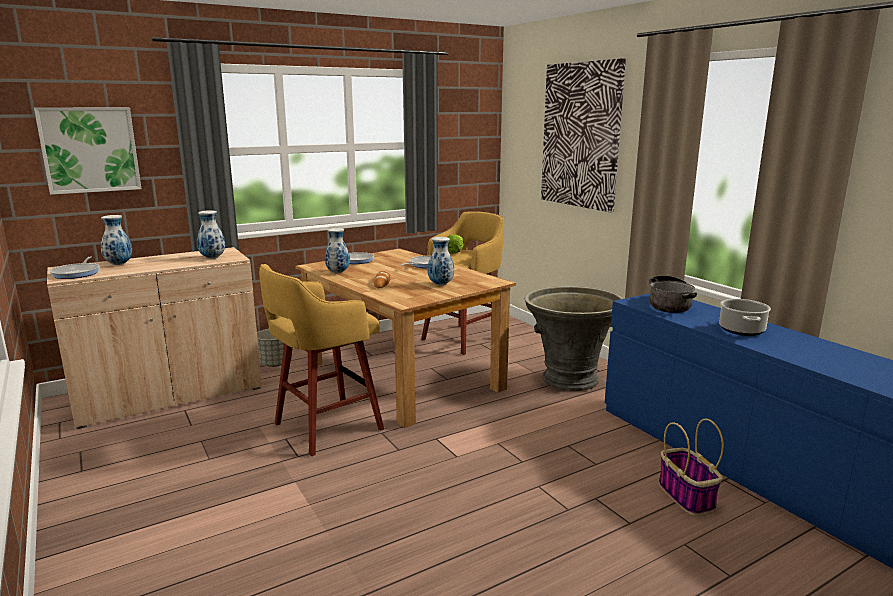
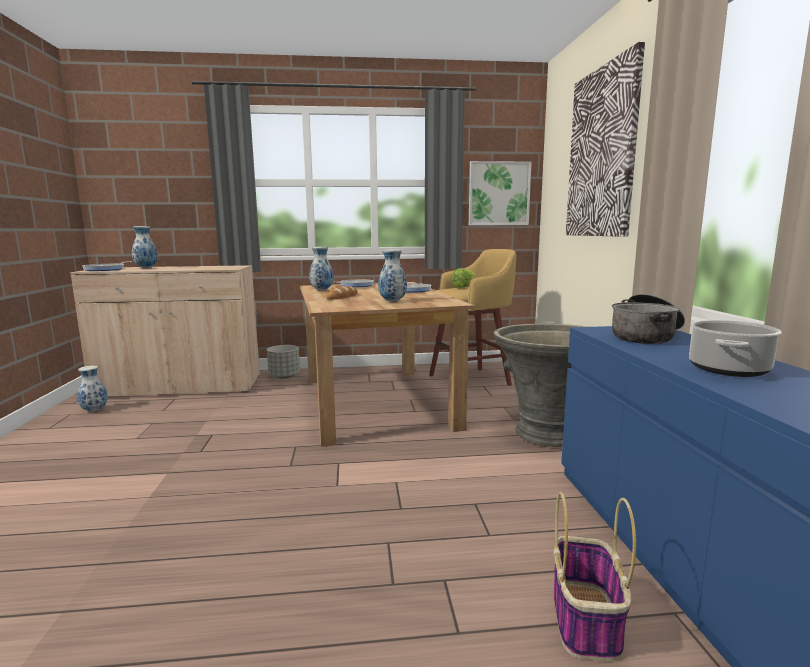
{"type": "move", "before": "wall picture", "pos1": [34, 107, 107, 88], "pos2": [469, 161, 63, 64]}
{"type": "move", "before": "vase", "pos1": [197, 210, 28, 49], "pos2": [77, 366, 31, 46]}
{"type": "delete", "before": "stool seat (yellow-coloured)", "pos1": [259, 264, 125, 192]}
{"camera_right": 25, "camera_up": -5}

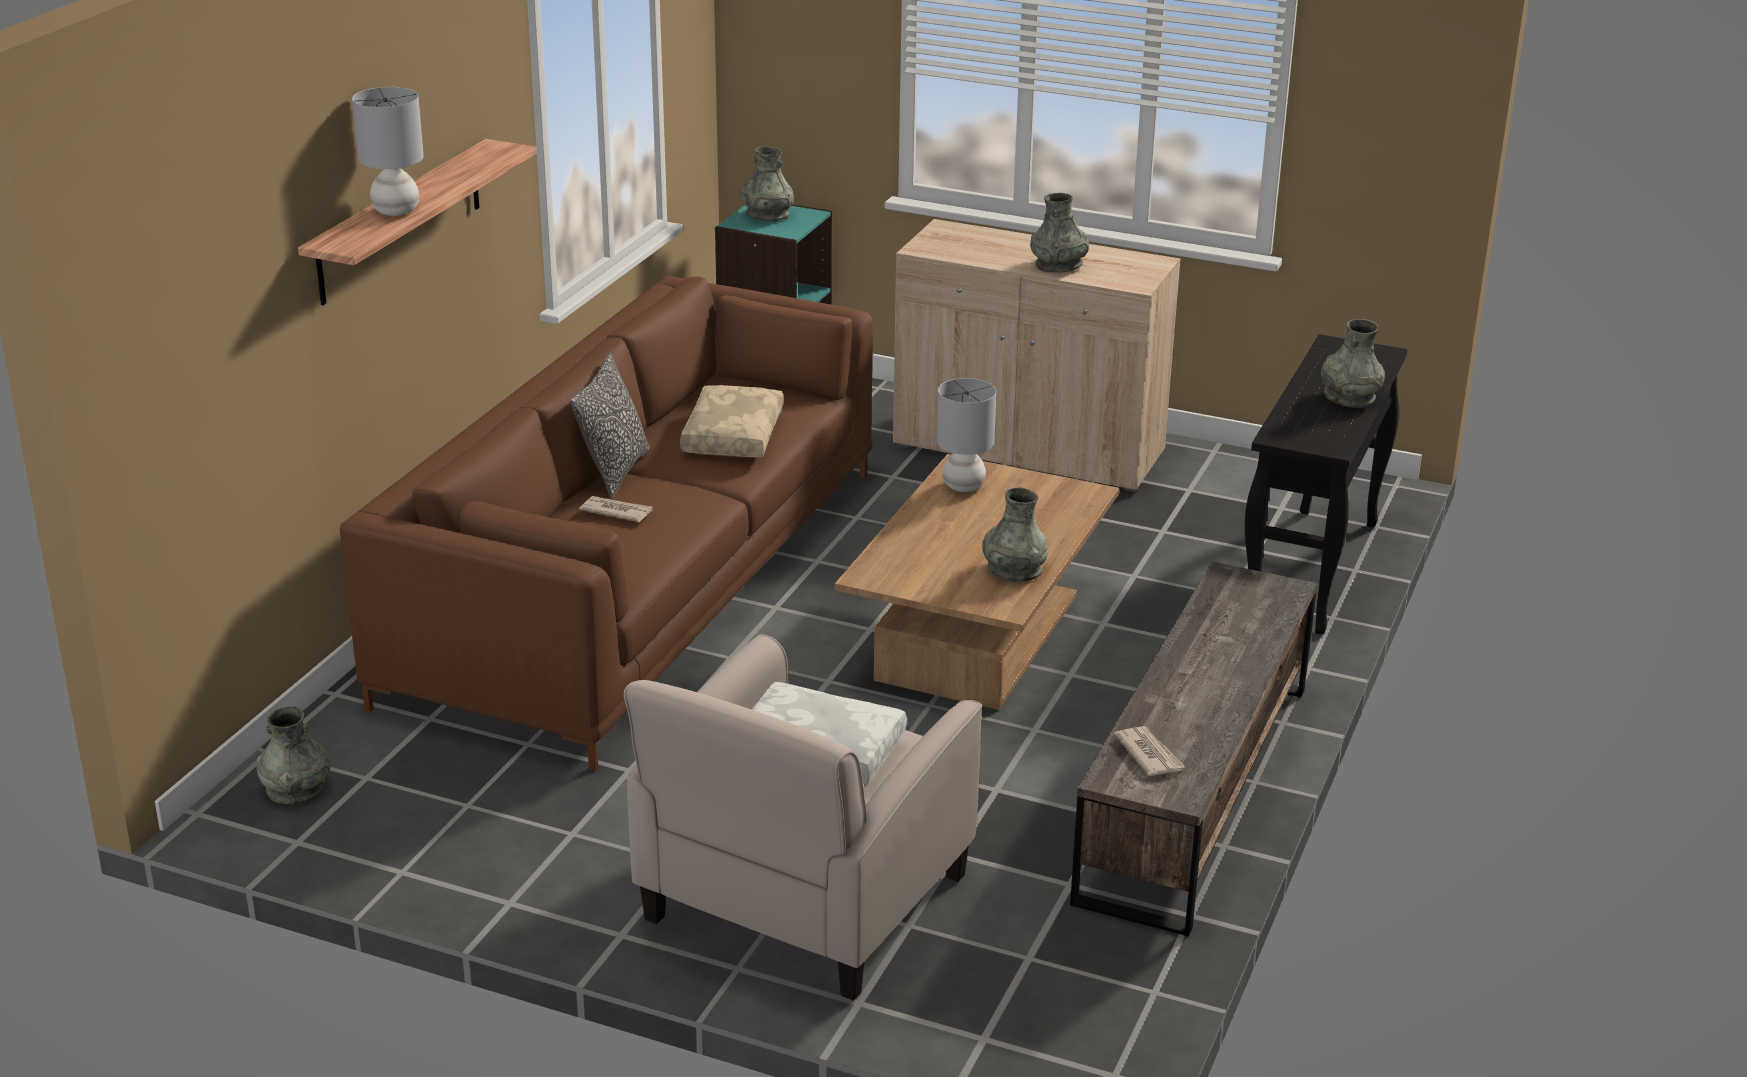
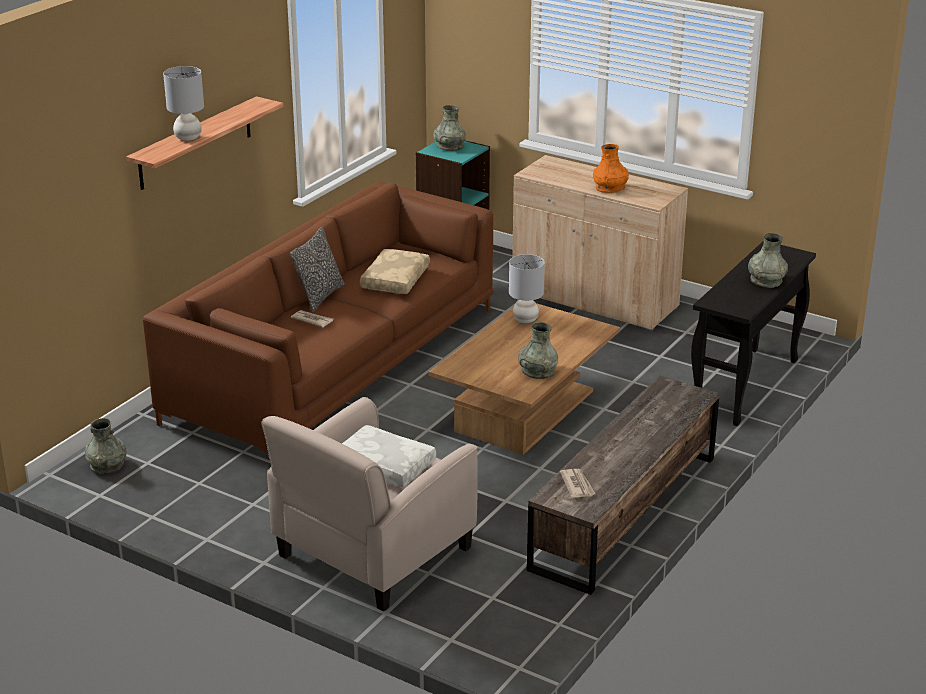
{"type": "recolor", "before": "vase (greyish)", "after": "vase (orange)", "pos1": [1030, 193, 59, 80], "pos2": [593, 144, 36, 49]}
{"camera_right": 10, "camera_up": 0}

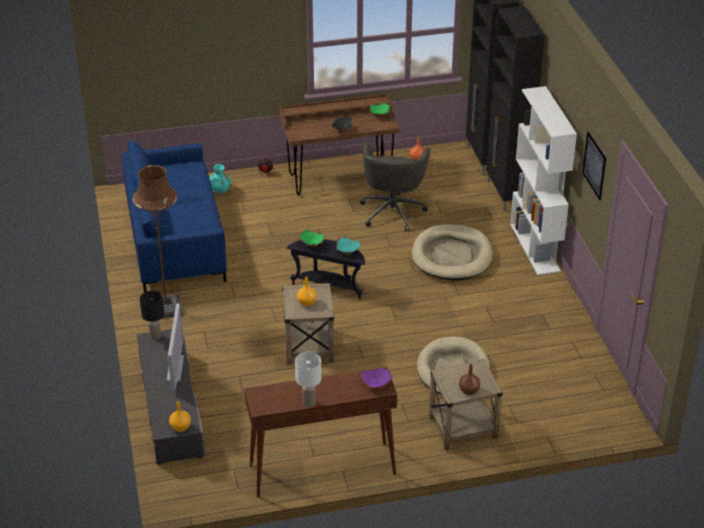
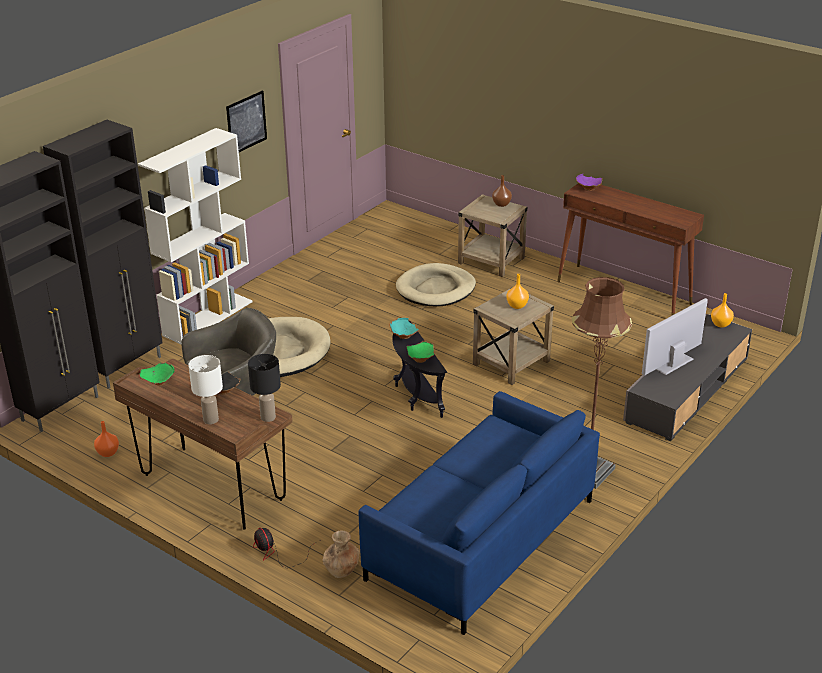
{"type": "move", "before": "table lamp (black-coloured)", "pos1": [140, 291, 24, 49], "pos2": [248, 354, 33, 68]}
{"type": "recolor", "before": "vase (turquoise-coloured)", "after": "vase (brown)", "pos1": [209, 164, 22, 29], "pos2": [322, 530, 38, 48]}
{"type": "move", "before": "table lamp (whitish)", "pos1": [295, 352, 26, 55], "pos2": [188, 355, 35, 69]}
{"camera_right": -130, "camera_up": -5}

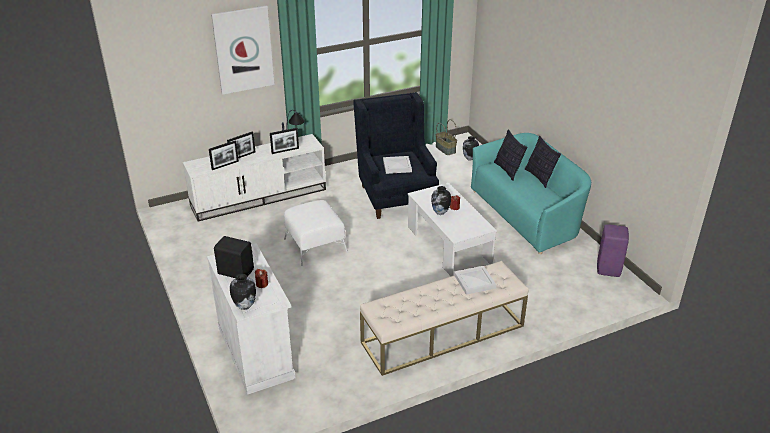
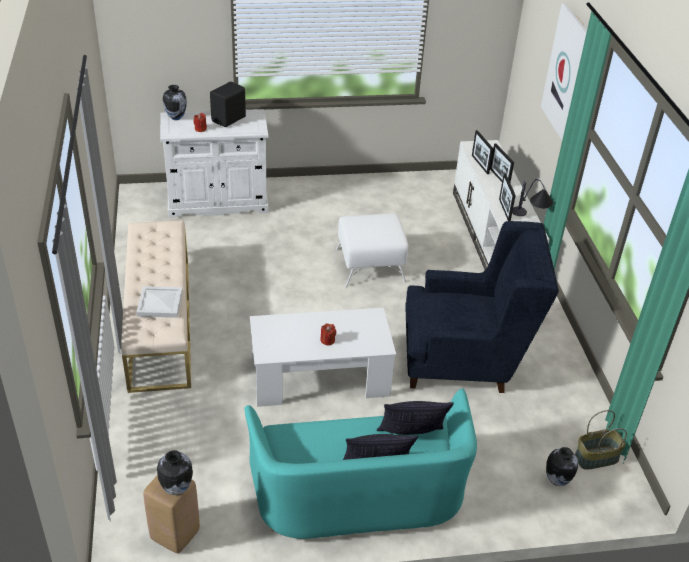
{"type": "delete", "before": "serving tray (whitish)", "pos1": [383, 156, 29, 18]}
{"type": "move", "before": "vase", "pos1": [431, 186, 20, 29], "pos2": [157, 450, 36, 45]}
{"type": "recolor", "before": "stool seat (purple-coloured)", "after": "stool seat (sand-coloured)", "pos1": [597, 224, 32, 53], "pos2": [143, 475, 57, 78]}
{"camera_right": 105, "camera_up": 5}

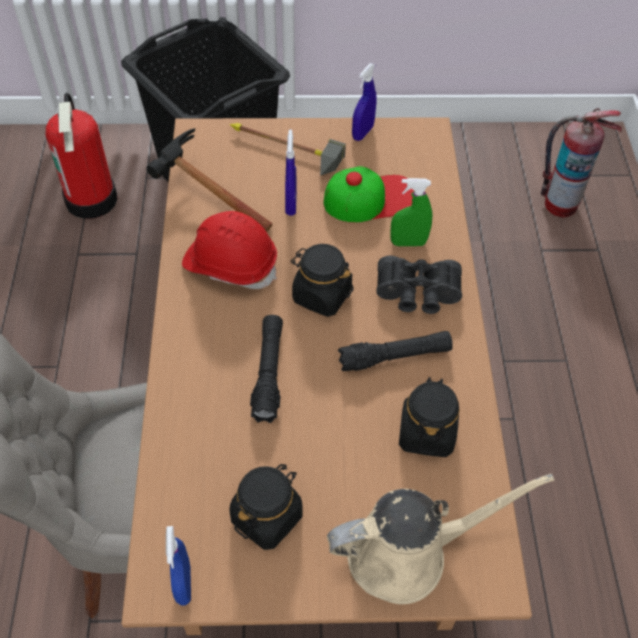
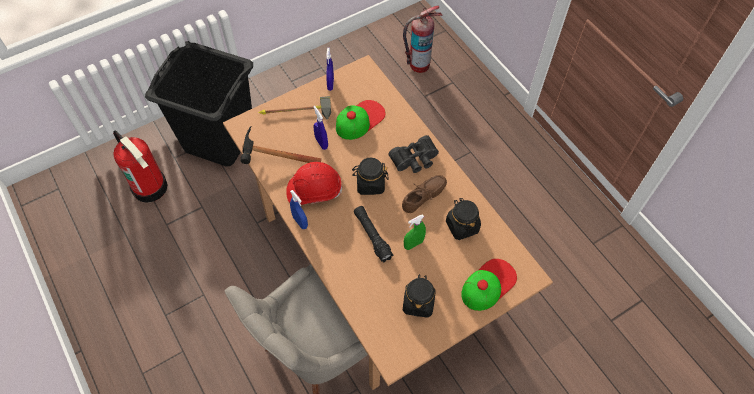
{"type": "move", "before": "spray bottle (bluish)", "pos1": [166, 526, 25, 80], "pos2": [290, 190, 18, 39]}
{"type": "replace", "before": "sprinkling can (sand-coloured)", "after": "cap", "pos1": [327, 474, 228, 130], "pos2": [461, 259, 56, 52]}
{"type": "replace", "before": "flashlight (black-coloured)", "after": "shoe (brown)", "pos1": [338, 331, 115, 40], "pos2": [402, 175, 45, 38]}
{"type": "move", "before": "spray bottle (green)", "pos1": [390, 178, 42, 68], "pos2": [404, 214, 22, 36]}
{"camera_right": -30, "camera_up": 5}

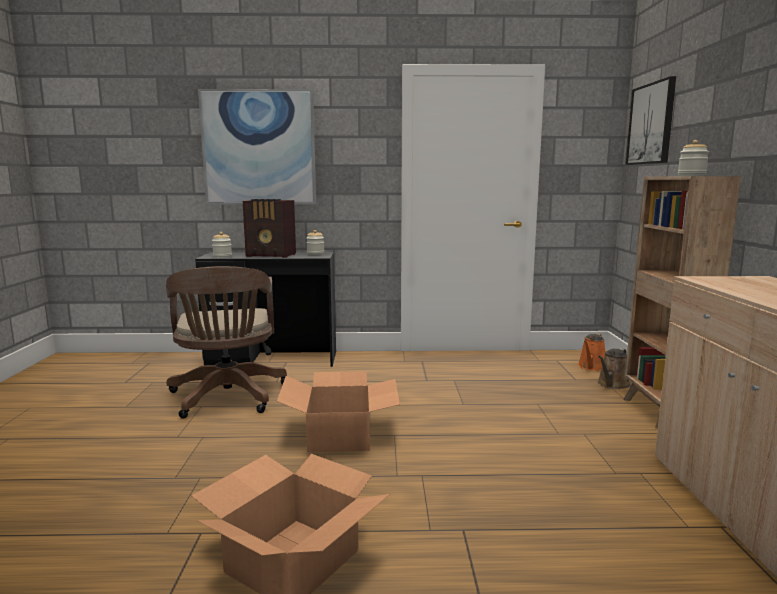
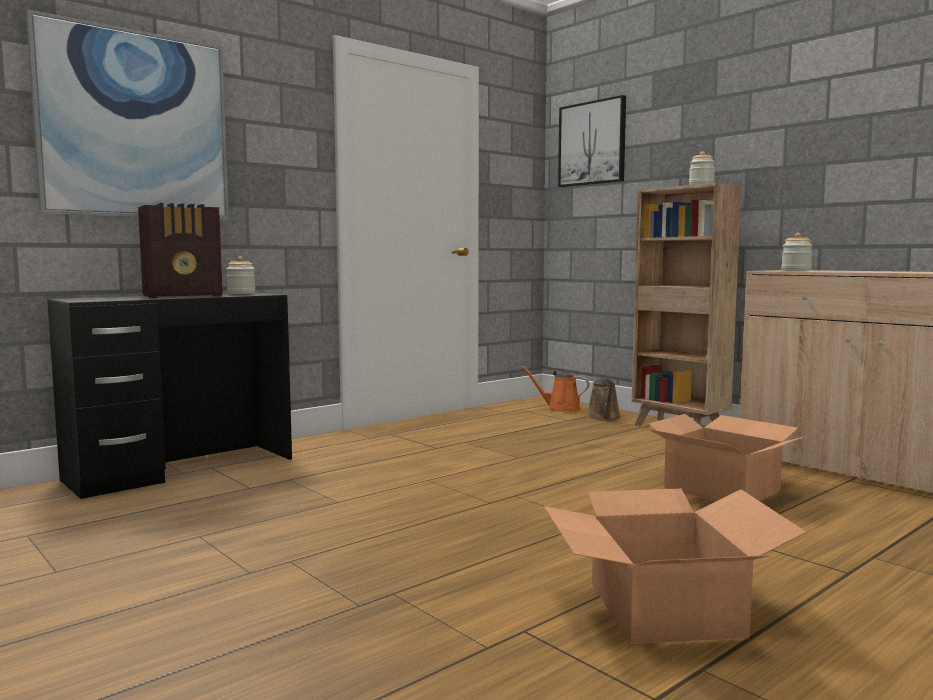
{"type": "delete", "before": "computer chair (brown)", "pos1": [166, 266, 121, 153]}
{"type": "move", "before": "jar", "pos1": [212, 232, 20, 26], "pos2": [781, 233, 32, 38]}
{"type": "move", "before": "packing box", "pos1": [277, 371, 123, 81], "pos2": [648, 414, 158, 87]}
{"type": "rotate", "before": "sprinkling can (orange)", "pos1": [578, 333, 27, 38], "pos2": [521, 366, 69, 46], "turn": 120}
{"camera_right": -40, "camera_up": -5}

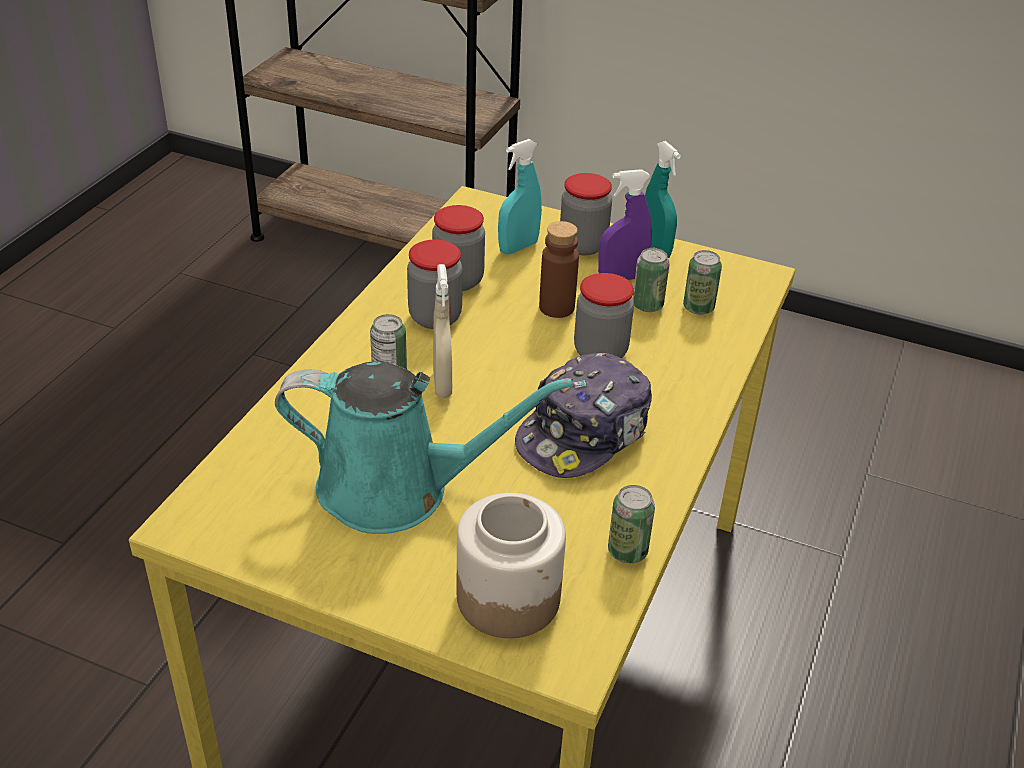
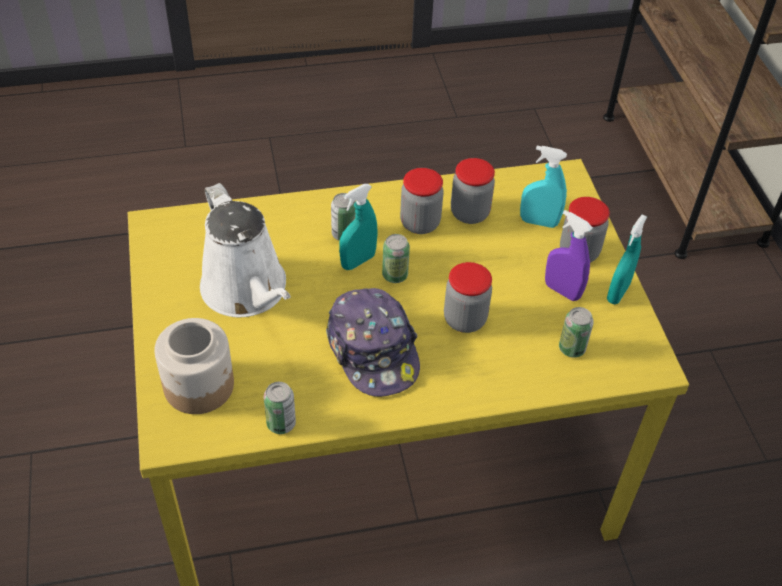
{"type": "recolor", "before": "sprinkling can (turquoise-coloured)", "after": "sprinkling can (whitish)", "pos1": [275, 361, 299, 173], "pos2": [200, 183, 91, 134]}
{"type": "recolor", "before": "spray bottle (sand-coloured)", "after": "spray bottle (turquoise-coloured)", "pos1": [433, 264, 19, 134], "pos2": [339, 184, 39, 86]}
{"type": "rotate", "before": "cap", "pos1": [515, 353, 137, 125], "pos2": [326, 288, 94, 109], "turn": -120}
{"type": "delete", "before": "bottle (brown)", "pos1": [539, 221, 40, 97]}
{"type": "move", "before": "metal can", "pos1": [633, 248, 37, 64], "pos2": [382, 234, 28, 49]}
{"camera_right": 55, "camera_up": 10}

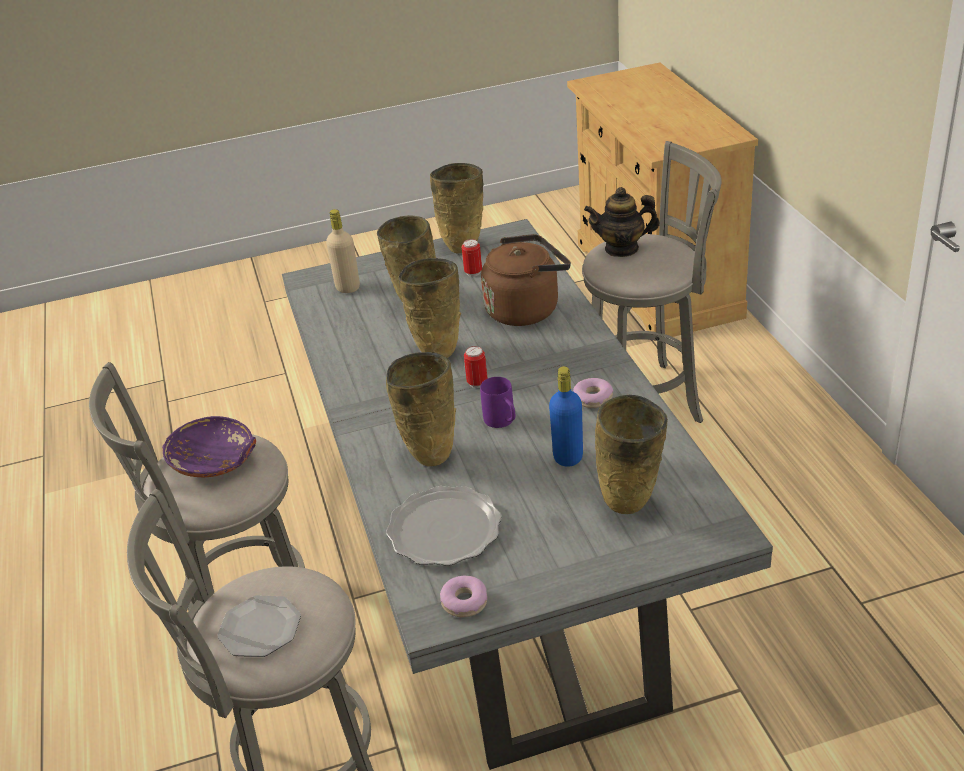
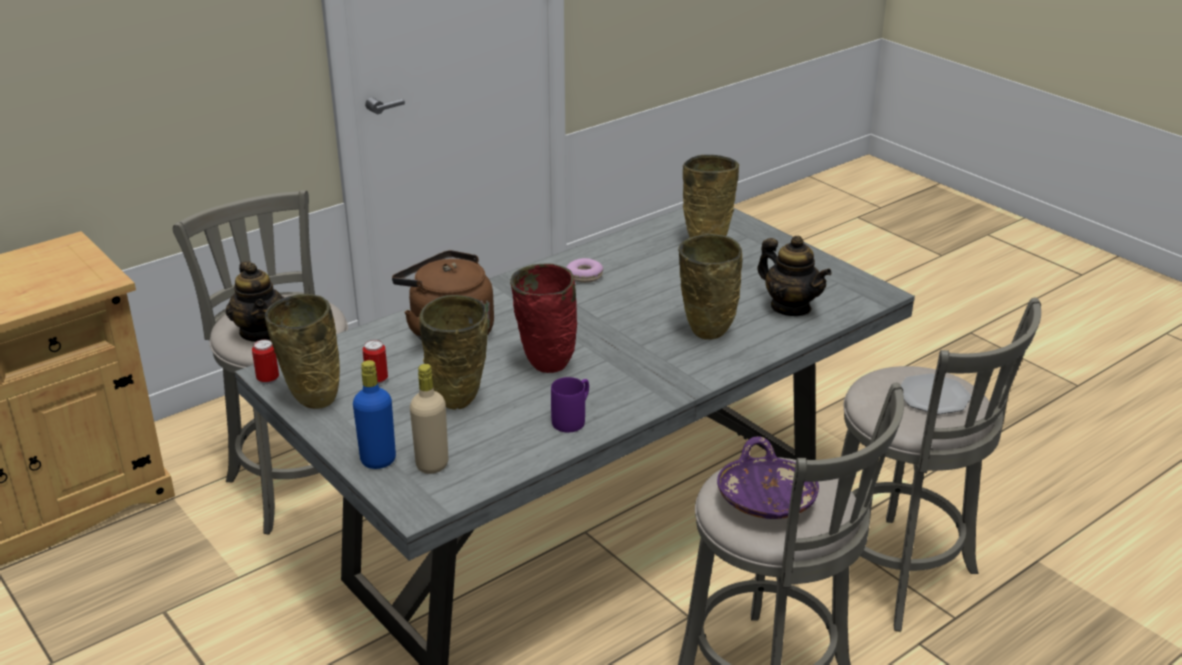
{"type": "replace", "before": "dinner plate", "after": "teapot", "pos1": [386, 486, 116, 80], "pos2": [758, 236, 74, 80]}
{"type": "recolor", "before": "vase (sand-coloured)", "after": "vase (red-coloured)", "pos1": [398, 258, 63, 100], "pos2": [510, 263, 67, 110]}
{"type": "delete", "before": "doughnut", "pos1": [440, 576, 47, 41]}
{"type": "move", "before": "metal can", "pos1": [464, 346, 24, 42], "pos2": [252, 339, 27, 46]}
{"type": "move", "before": "coffee mug (purple-coloured)", "pos1": [480, 377, 35, 51], "pos2": [551, 377, 38, 55]}
{"type": "move", "before": "bottle (bluish)", "pos1": [549, 366, 34, 101], "pos2": [353, 360, 43, 109]}
{"camera_right": -115, "camera_up": -5}

